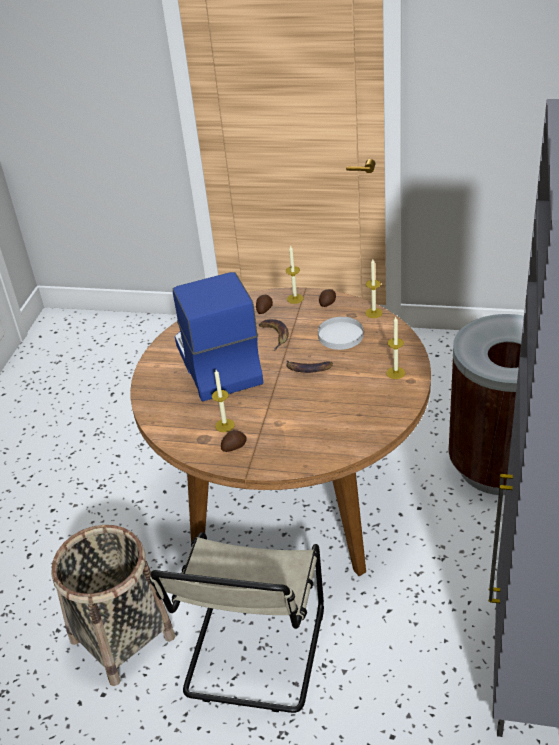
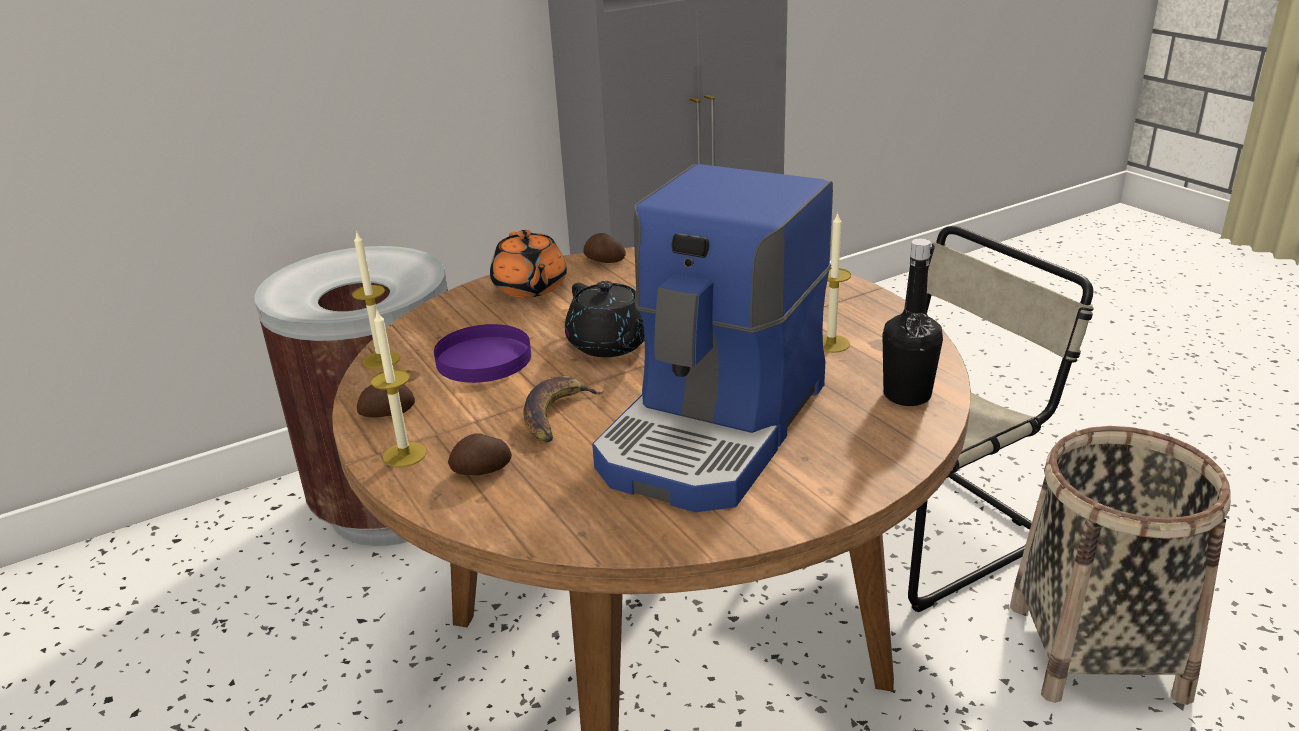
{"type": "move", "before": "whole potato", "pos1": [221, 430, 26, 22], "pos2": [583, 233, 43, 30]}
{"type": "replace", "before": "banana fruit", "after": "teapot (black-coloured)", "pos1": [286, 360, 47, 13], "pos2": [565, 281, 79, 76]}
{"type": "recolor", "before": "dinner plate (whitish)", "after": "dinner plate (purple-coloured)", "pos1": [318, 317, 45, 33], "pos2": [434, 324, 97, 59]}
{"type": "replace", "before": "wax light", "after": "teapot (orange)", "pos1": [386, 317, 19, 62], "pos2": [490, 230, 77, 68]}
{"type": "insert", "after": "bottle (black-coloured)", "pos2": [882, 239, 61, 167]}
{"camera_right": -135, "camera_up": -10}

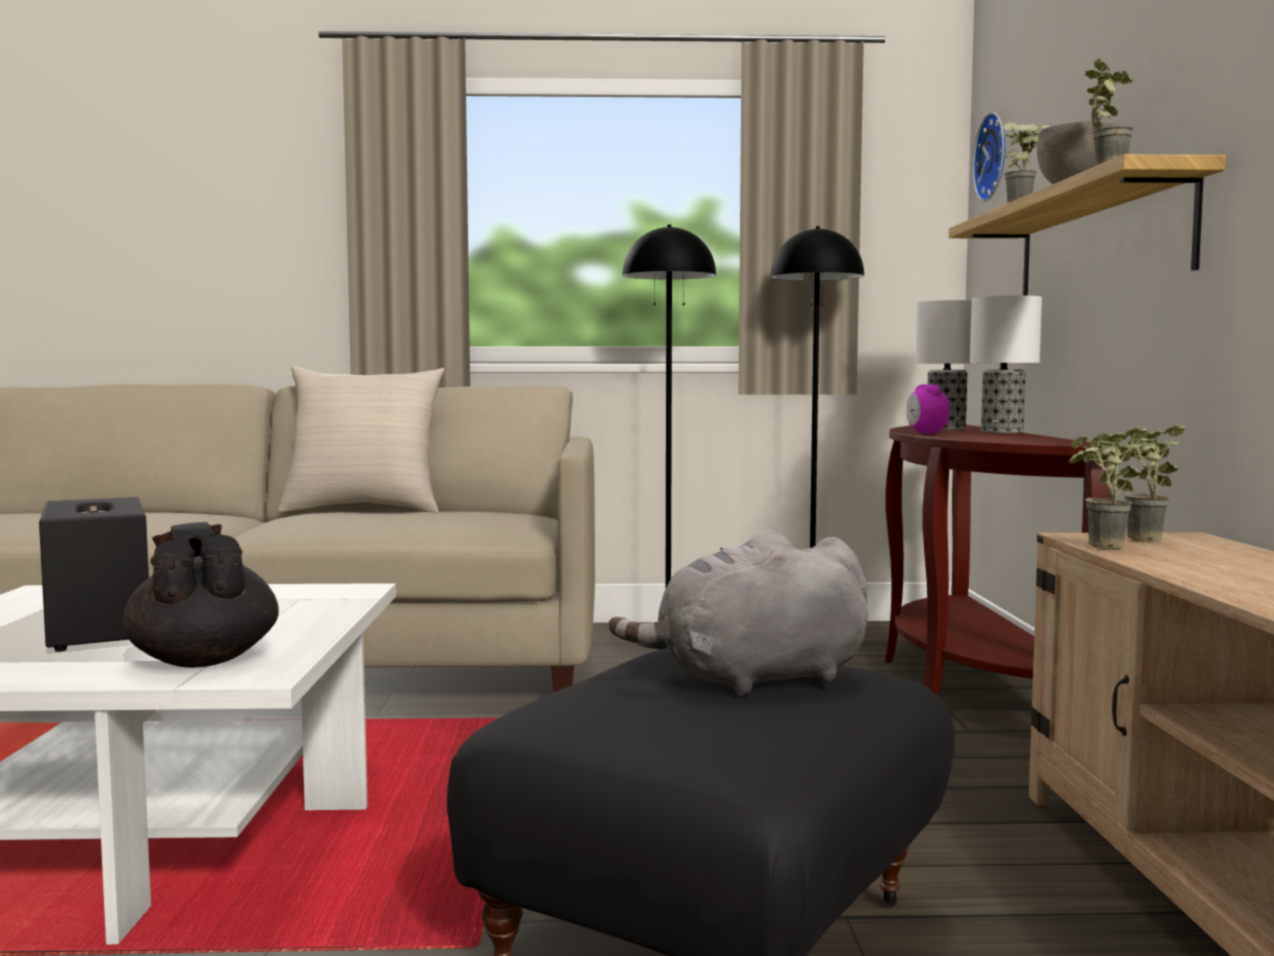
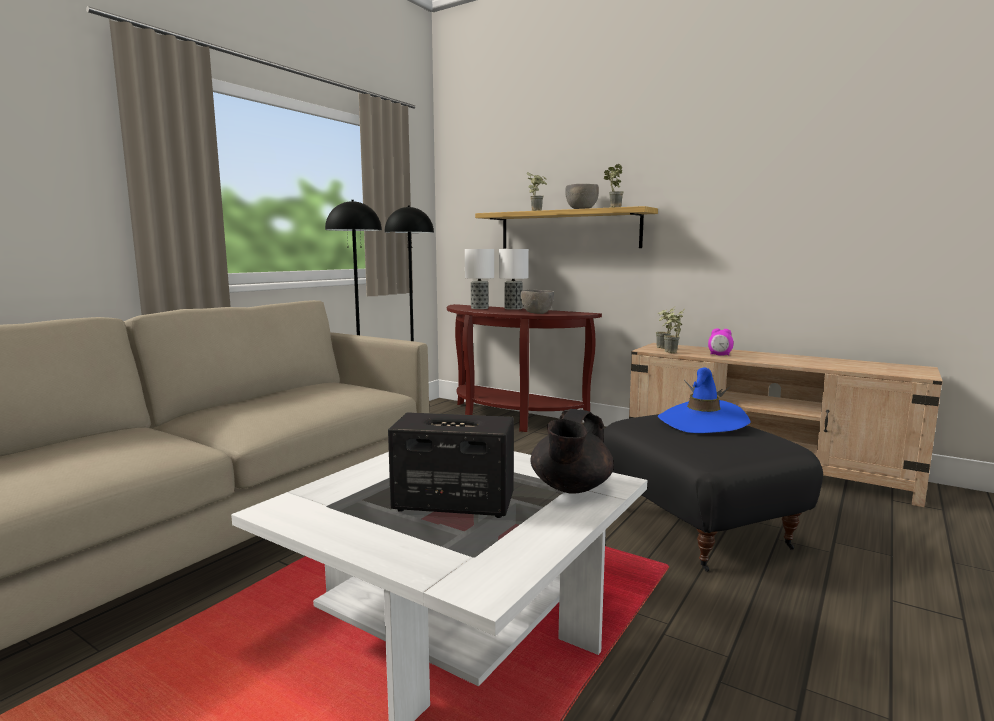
{"type": "rotate", "before": "teapot (black-coloured)", "pos1": [123, 522, 156, 146], "pos2": [530, 409, 84, 85], "turn": -75}
{"type": "delete", "before": "pillow (sand-coloured)", "pos1": [278, 366, 167, 146]}
{"type": "replace", "before": "cuddly toy (greyish)", "after": "wearable hat (bluish)", "pos1": [609, 530, 259, 166], "pos2": [658, 368, 92, 65]}
{"type": "move", "before": "bedside clock", "pos1": [907, 384, 42, 50], "pos2": [708, 328, 26, 28]}
{"type": "delete", "before": "hanging clock", "pos1": [972, 112, 33, 90]}
{"type": "insert", "after": "serving bowl (greyish)", "pos2": [521, 290, 33, 24]}
{"camera_right": -55, "camera_up": 5}

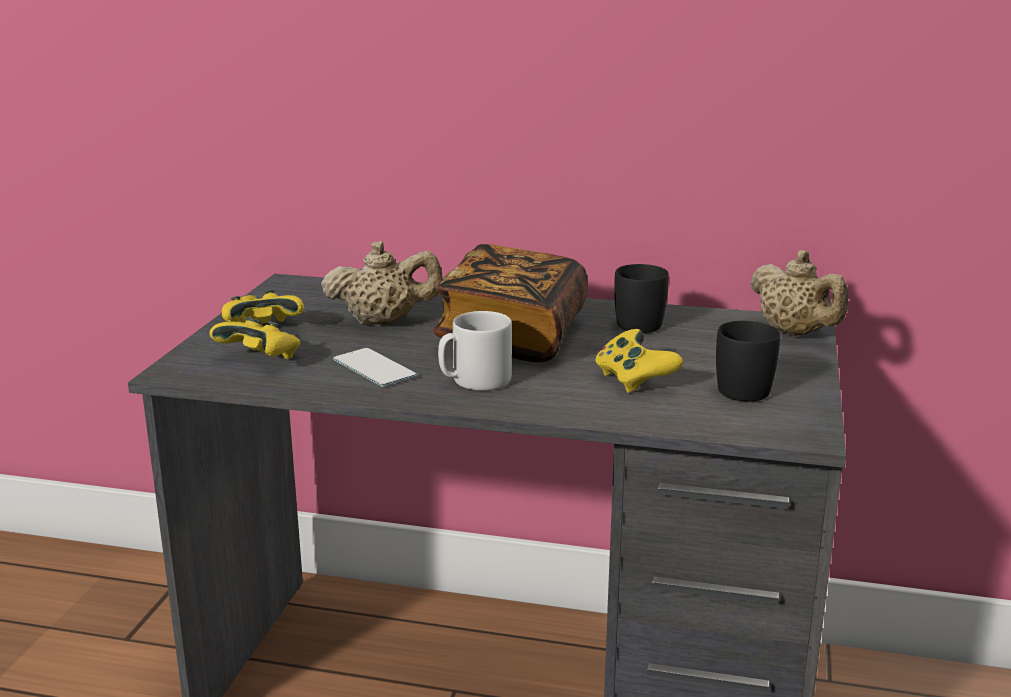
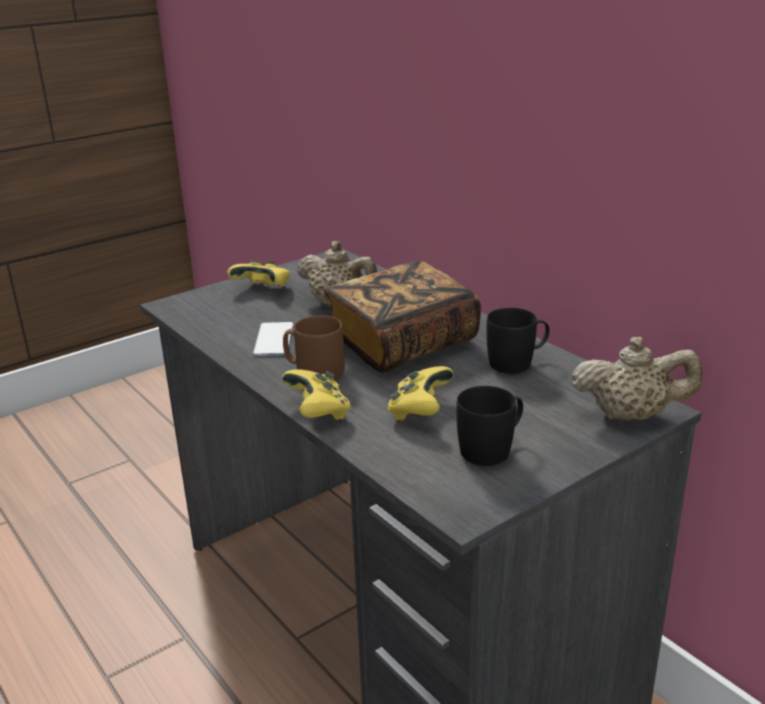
{"type": "move", "before": "joypad (yellow-coloured)", "pos1": [209, 318, 92, 41], "pos2": [282, 369, 69, 51]}
{"type": "recolor", "before": "coffee mug (greyish)", "after": "coffee mug (brown)", "pos1": [438, 311, 74, 80], "pos2": [283, 315, 62, 65]}
{"type": "rotate", "before": "teapot (sand-coloured)", "pos1": [750, 250, 98, 86], "pos2": [572, 337, 131, 84], "turn": -90}
{"camera_right": 40, "camera_up": 5}

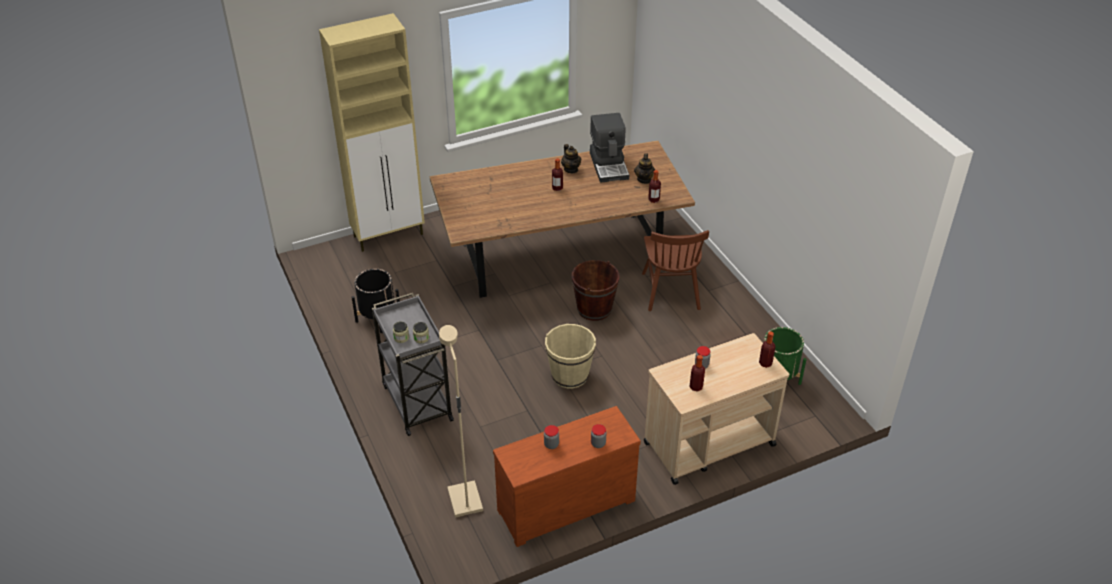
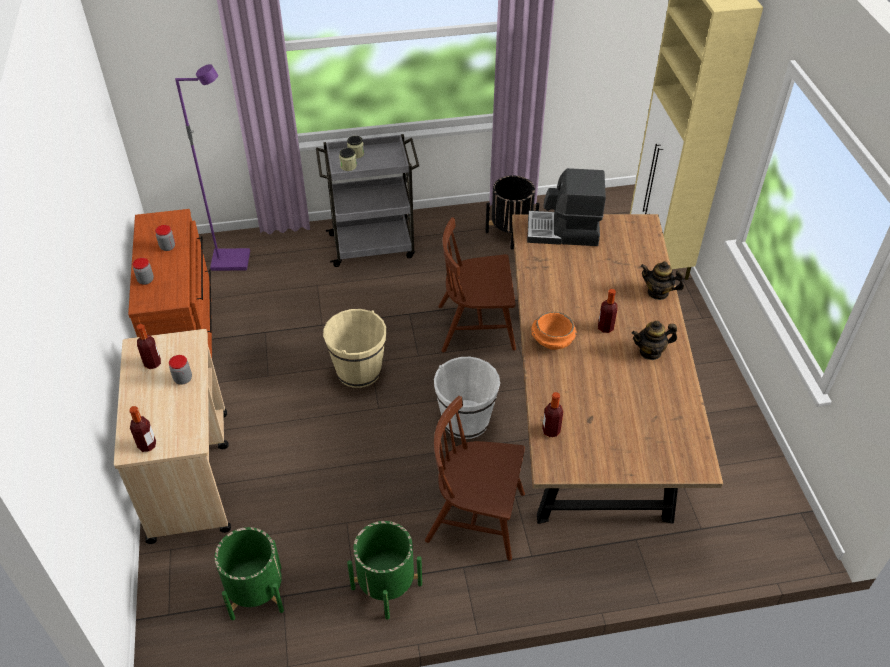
{"type": "recolor", "before": "floor lamp (sand-coloured)", "after": "floor lamp (purple-coloured)", "pos1": [439, 325, 44, 192], "pos2": [175, 64, 75, 207]}
{"type": "recolor", "before": "pail (brown)", "after": "pail (whitish)", "pos1": [572, 260, 47, 61], "pos2": [434, 357, 66, 82]}
{"type": "move", "before": "coffee brewer", "pos1": [590, 113, 39, 70], "pos2": [527, 168, 79, 78]}
{"type": "move", "before": "teapot", "pos1": [634, 153, 21, 31], "pos2": [641, 261, 43, 39]}
{"type": "insert", "after": "flower pot (green)", "pos2": [347, 521, 75, 99]}
{"type": "insert", "after": "chair (brown)", "pos2": [438, 217, 78, 136]}
{"type": "insert", "after": "serving bowl (orange)", "pos2": [531, 312, 46, 38]}
{"camera_right": 105, "camera_up": 5}

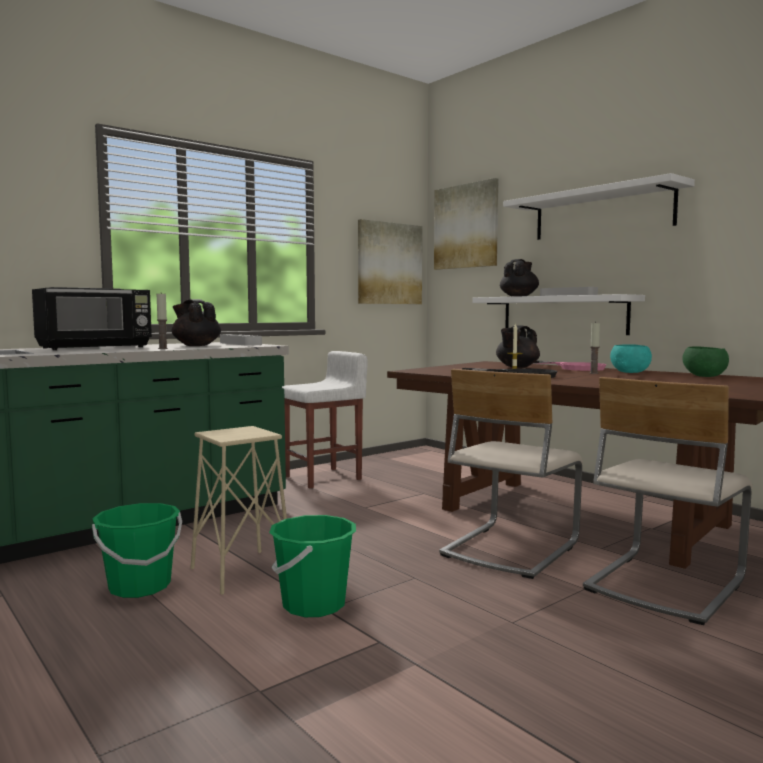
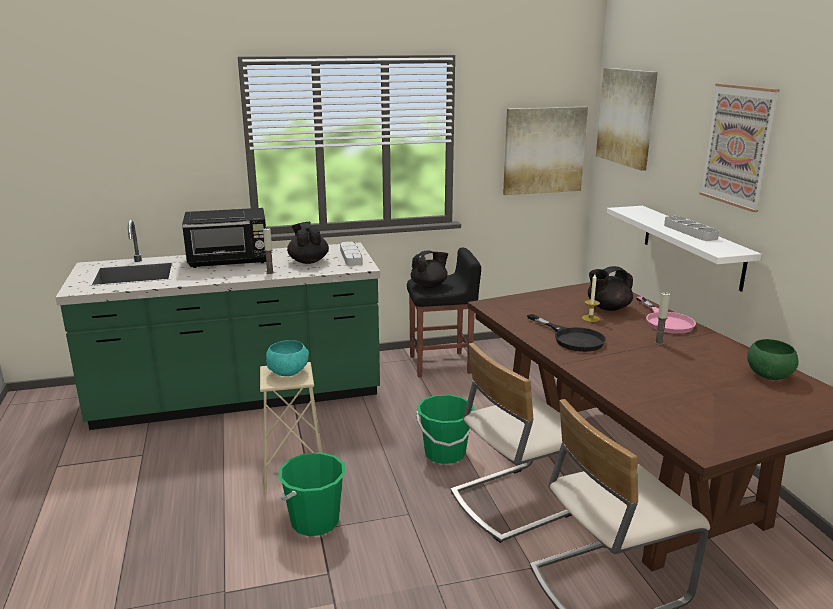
{"type": "move", "before": "pail (green)", "pos1": [92, 503, 90, 95], "pos2": [416, 394, 59, 70]}
{"type": "recolor", "before": "stool seat (whitish)", "after": "stool seat (black-coloured)", "pos1": [282, 351, 86, 137], "pos2": [407, 248, 74, 130]}
{"type": "move", "before": "teapot (black-coloured)", "pos1": [500, 259, 39, 38], "pos2": [411, 251, 37, 37]}
{"type": "replace", "before": "wall shelf (whitish)", "after": "wall picture", "pos1": [503, 173, 192, 67], "pos2": [699, 83, 81, 129]}
{"type": "move", "before": "serving bowl (turquoise-coloured)", "pos1": [610, 344, 42, 29], "pos2": [266, 340, 43, 36]}
{"camera_right": 25, "camera_up": 15}

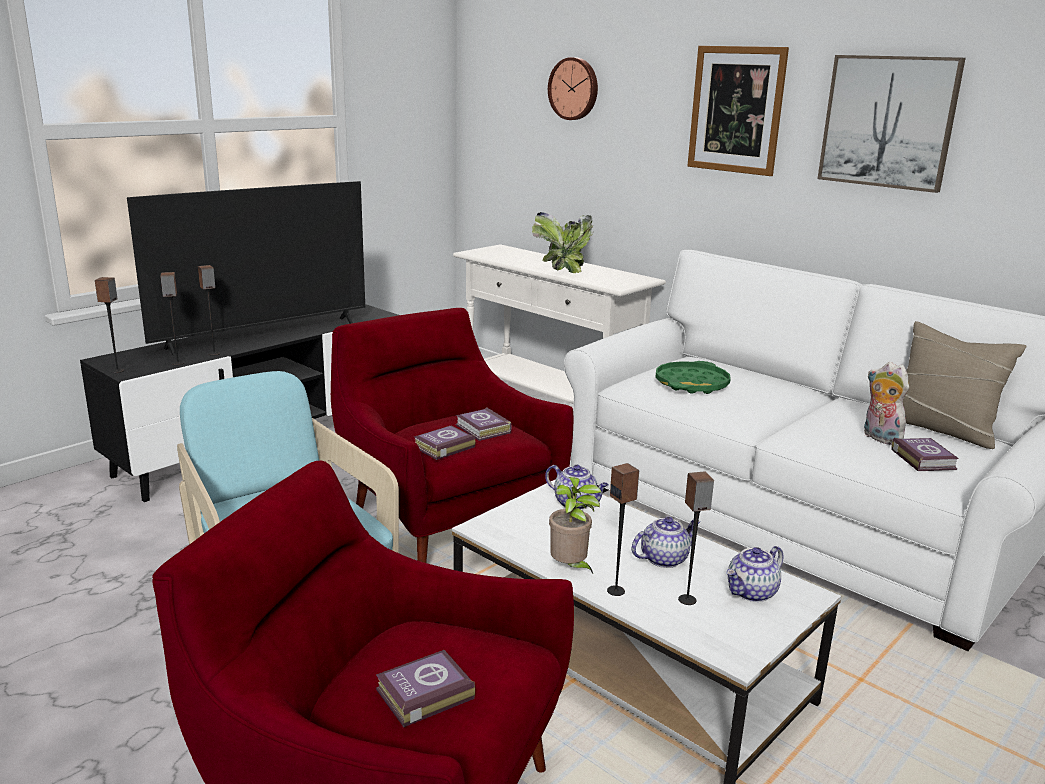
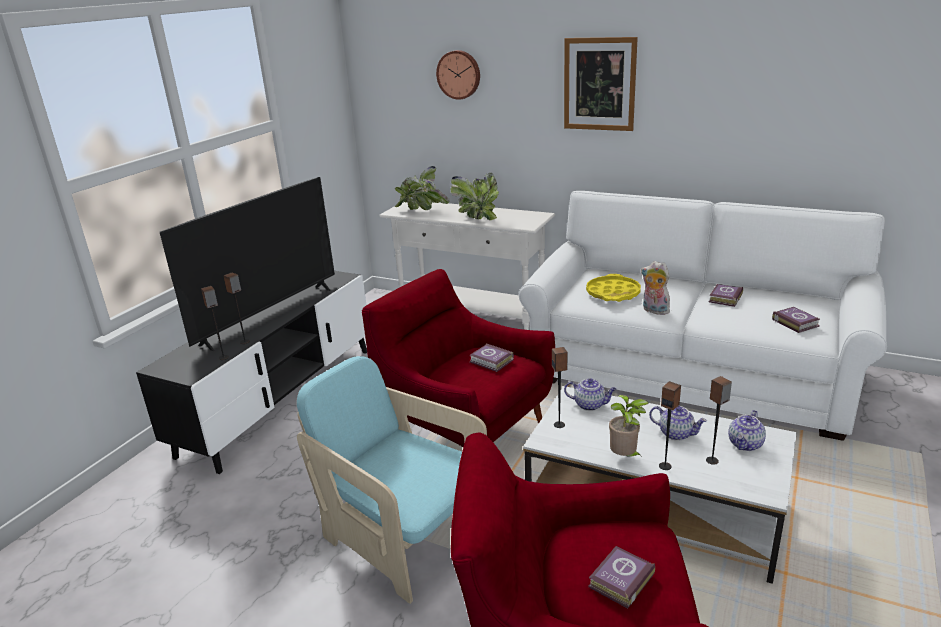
{"type": "move", "before": "loudspeaker", "pos1": [95, 277, 29, 96], "pos2": [552, 347, 16, 81]}
{"type": "move", "before": "book", "pos1": [414, 425, 61, 35], "pos2": [709, 284, 34, 23]}
{"type": "rotate", "before": "teapot", "pos1": [632, 517, 69, 51], "pos2": [649, 406, 58, 35], "turn": 75}
{"type": "recolor", "before": "serving tray (green)", "after": "serving tray (yellow-coloured)", "pos1": [655, 361, 76, 33], "pos2": [586, 274, 55, 28]}
{"type": "delete", "before": "wall picture", "pos1": [818, 55, 148, 138]}
{"type": "move", "before": "cuddly toy", "pos1": [864, 362, 45, 83], "pos2": [641, 261, 29, 54]}
{"type": "delete", "before": "pillow (sand-coloured)", "pos1": [903, 321, 123, 128]}
{"type": "insert", "after": "plant in a pot", "pos2": [395, 166, 55, 44]}
{"camera_right": -15, "camera_up": 5}

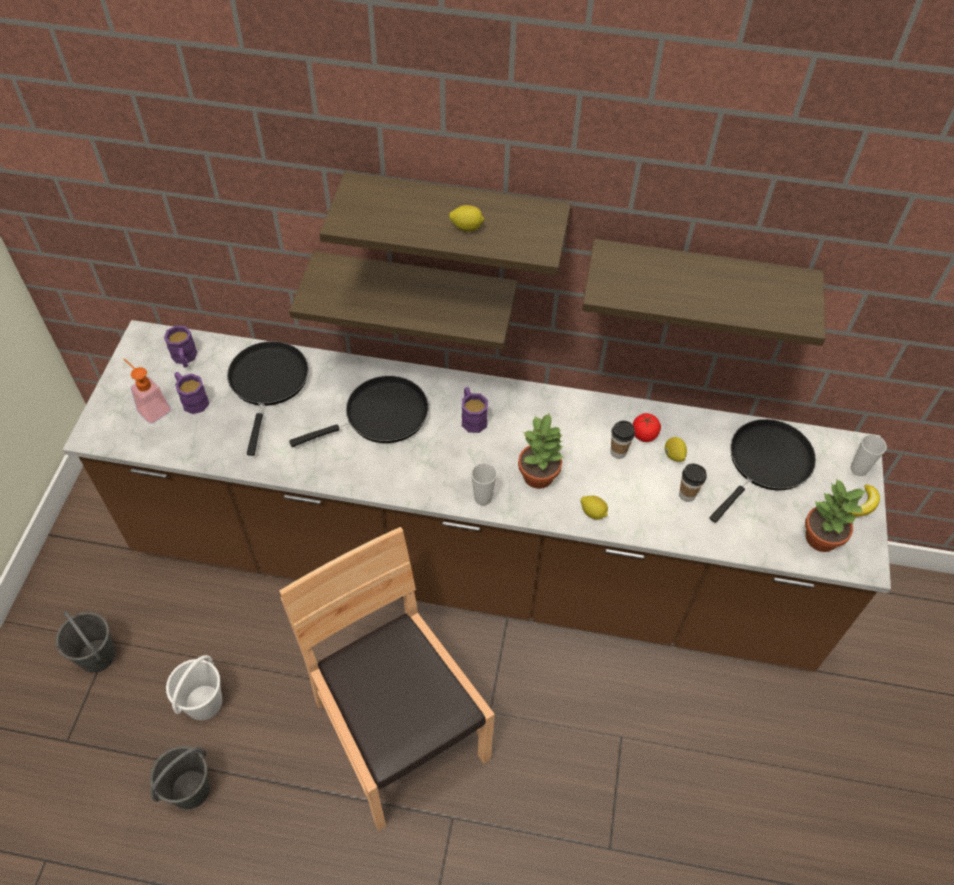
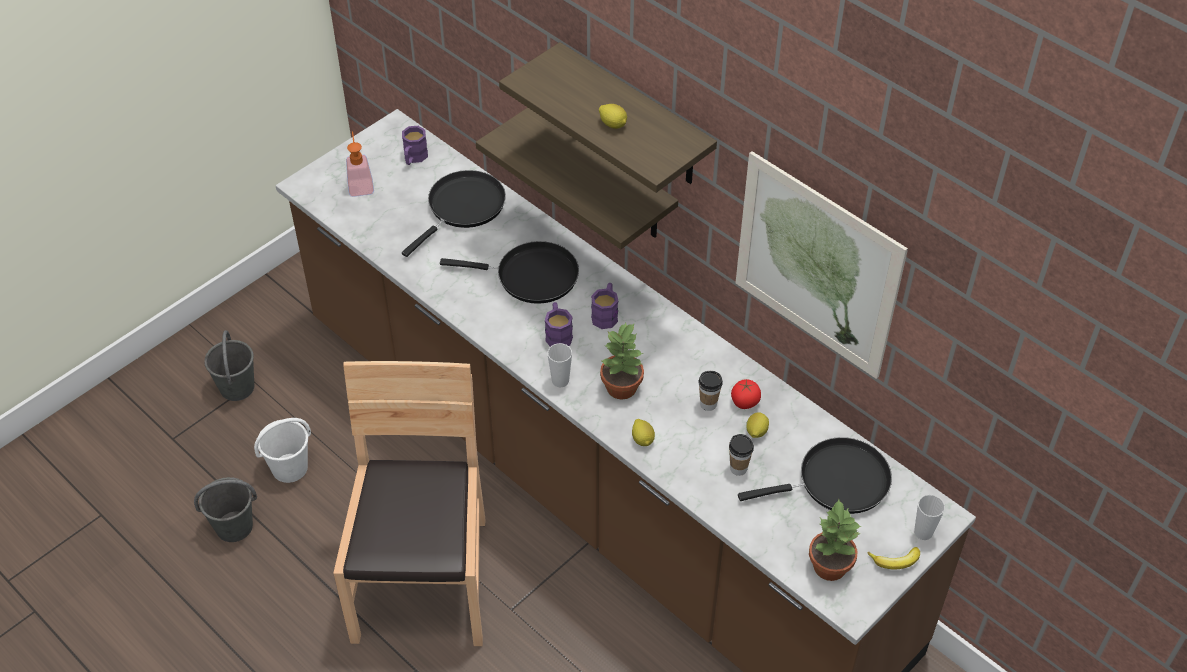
{"type": "move", "before": "coffee mug (purple-coloured)", "pos1": [174, 372, 35, 42], "pos2": [545, 302, 28, 45]}
{"type": "replace", "before": "wall shelf", "after": "wall picture", "pos1": [582, 239, 244, 107], "pos2": [736, 151, 172, 228]}
{"camera_right": 35, "camera_up": -5}

